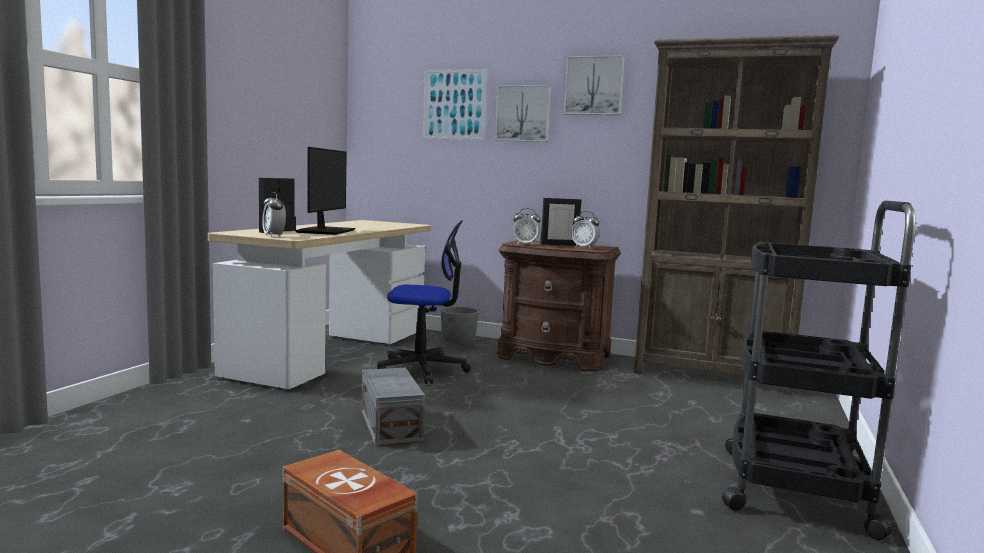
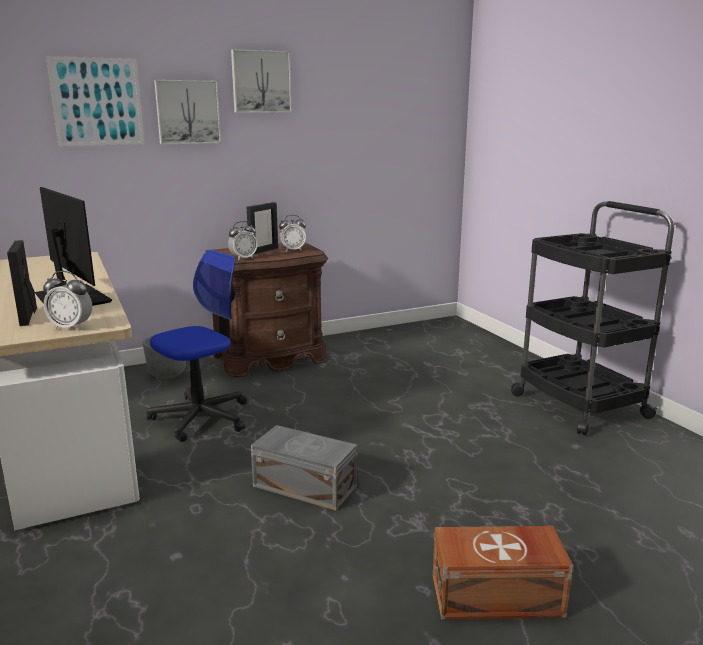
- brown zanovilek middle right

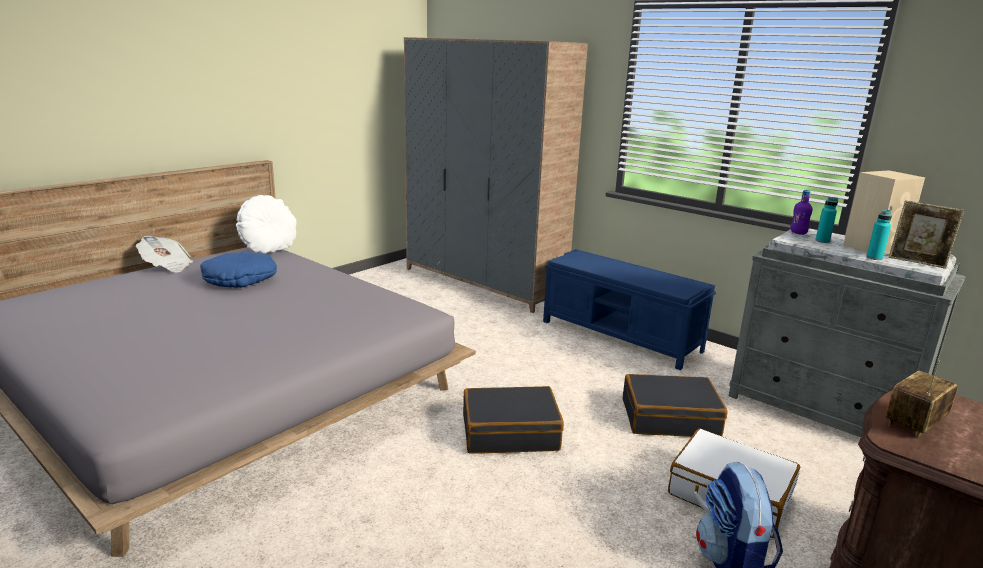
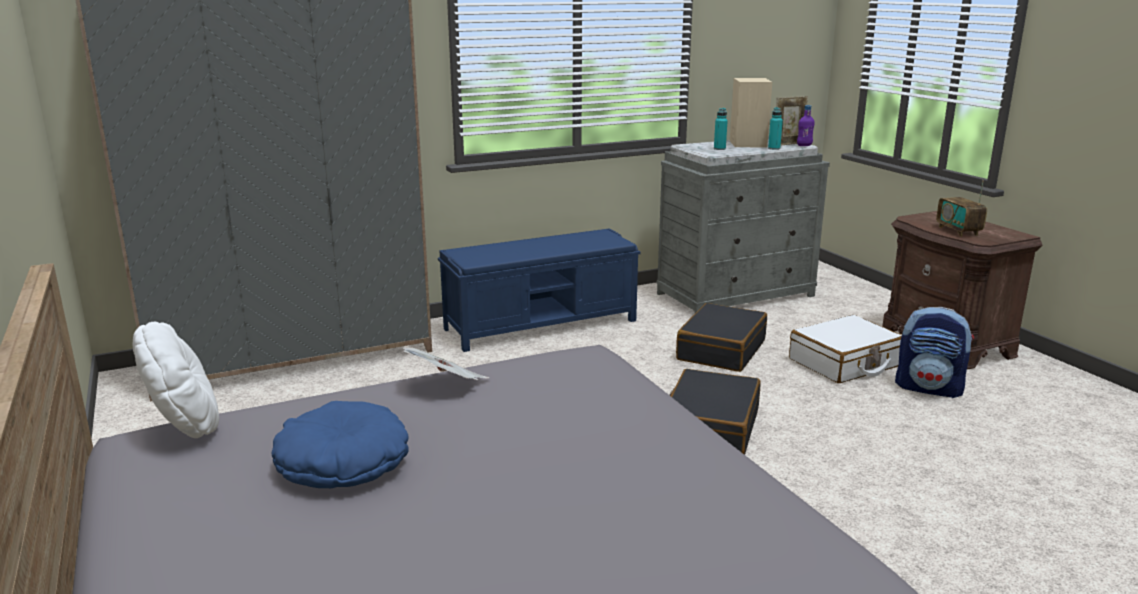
~ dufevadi middle left to centre
~ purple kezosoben middle right to top right

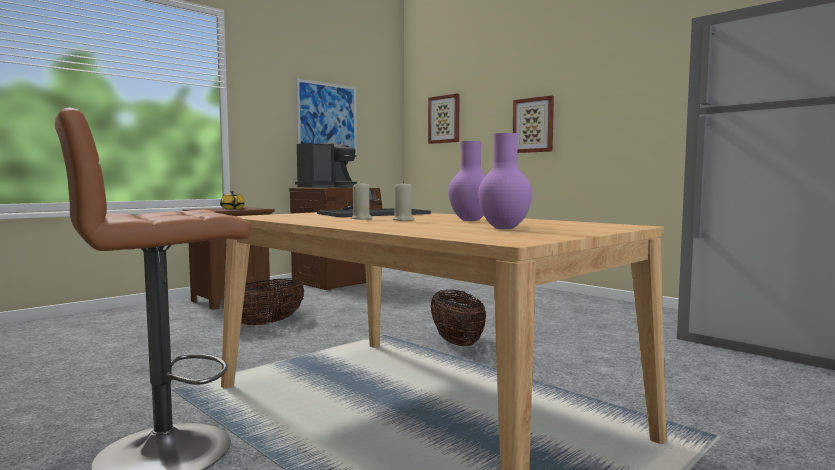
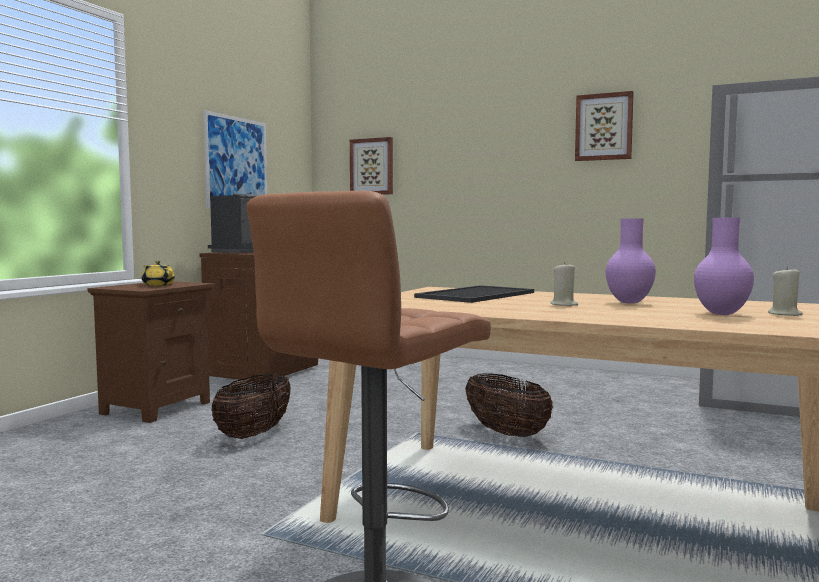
~ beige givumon (no. 1 from left in the first image) centre to beige givumon (no. 2 from left) middle right
~ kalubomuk (no. 3 from left) top centre to top right

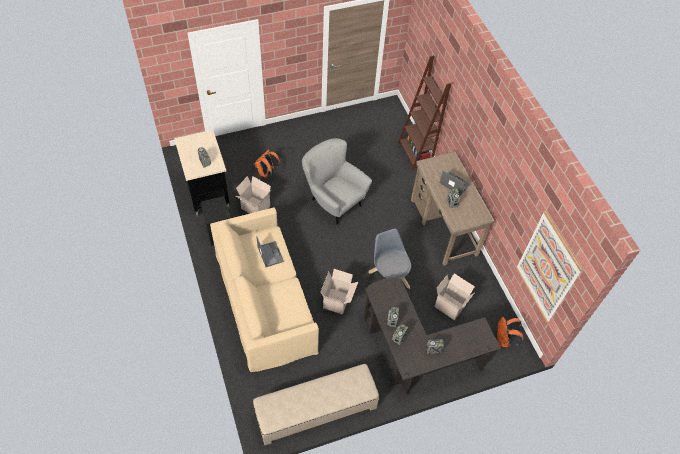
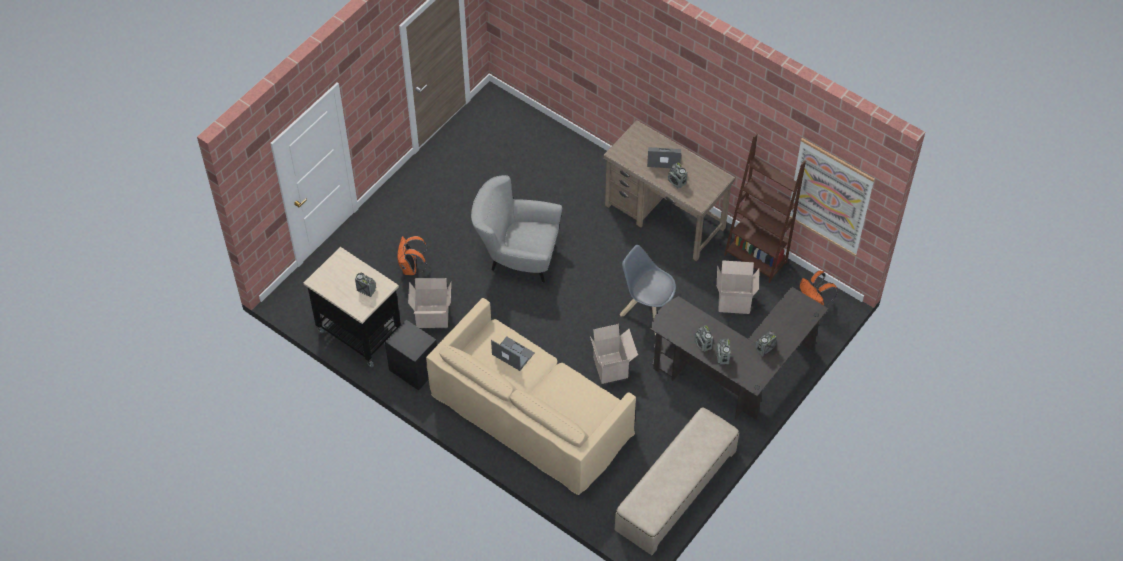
~ brown zanovilek top centre to middle right

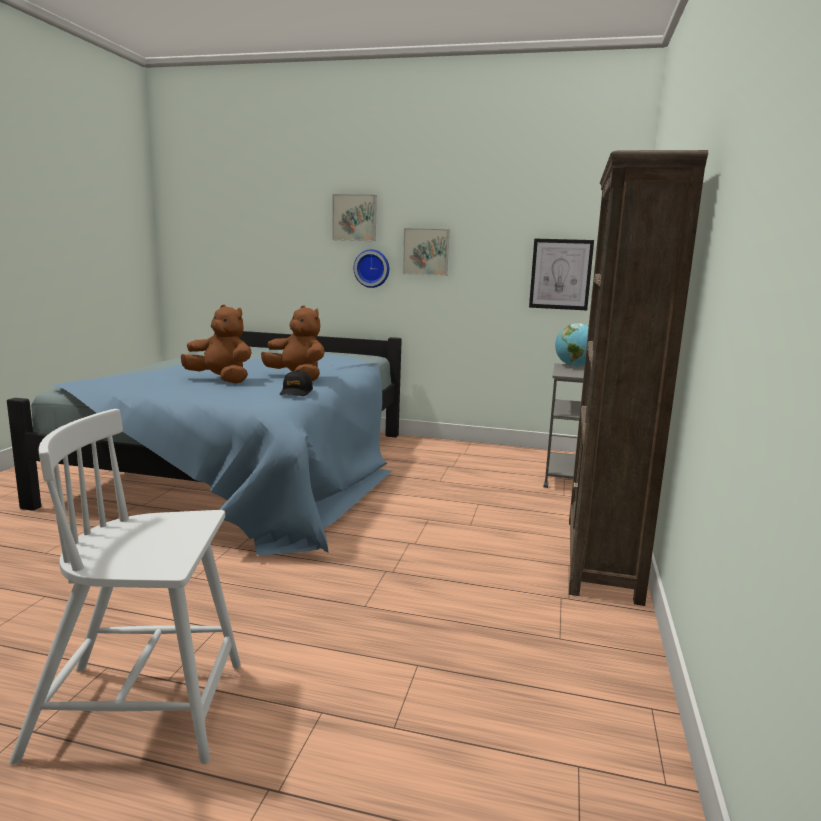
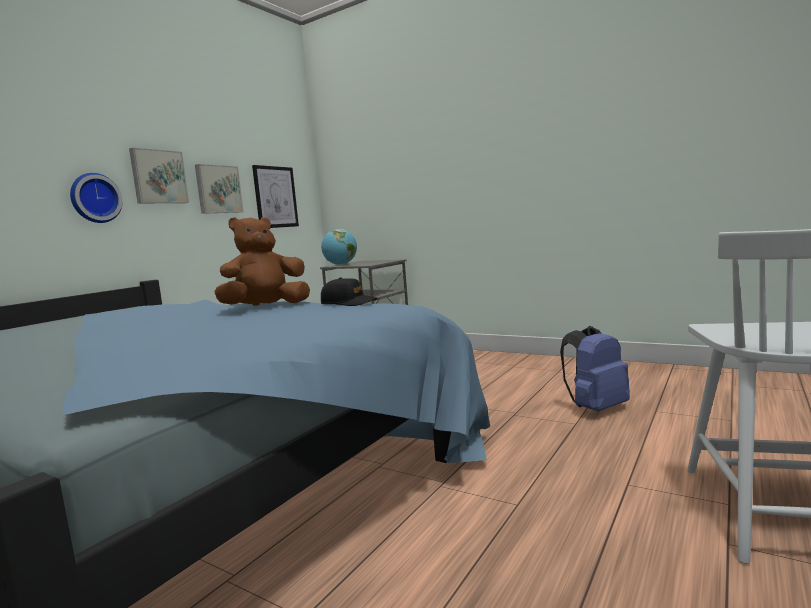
- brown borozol (no. 1 from left) middle left
~ kalubomuk (no. 1 from left in the first image) top centre to kalubomuk (no. 2 from left) top left
- brown zanovilek middle right
+ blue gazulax middle right

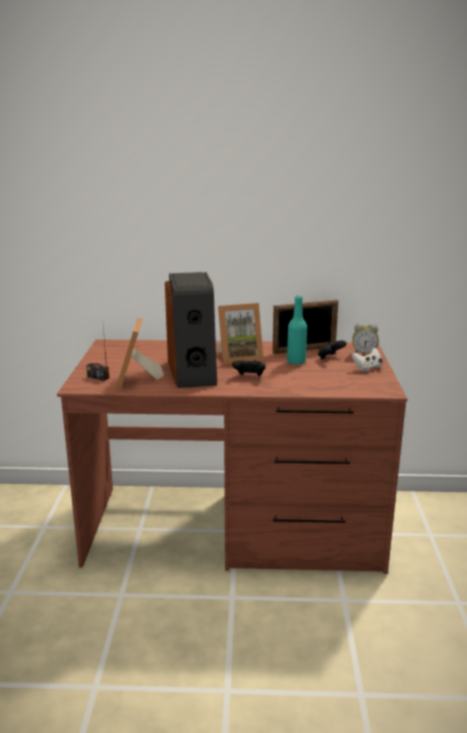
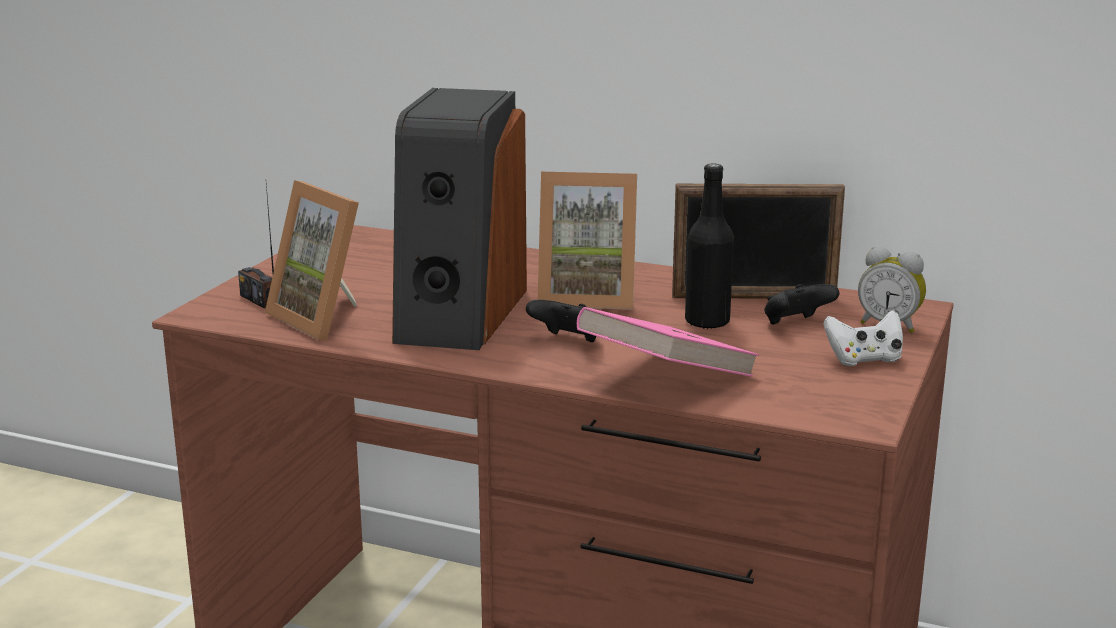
~ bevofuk (no. 1 from left) middle left = middle left 60 degrees counterclockwise
~ turquoise kezosoben centre to black kezosoben centre
+ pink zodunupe centre

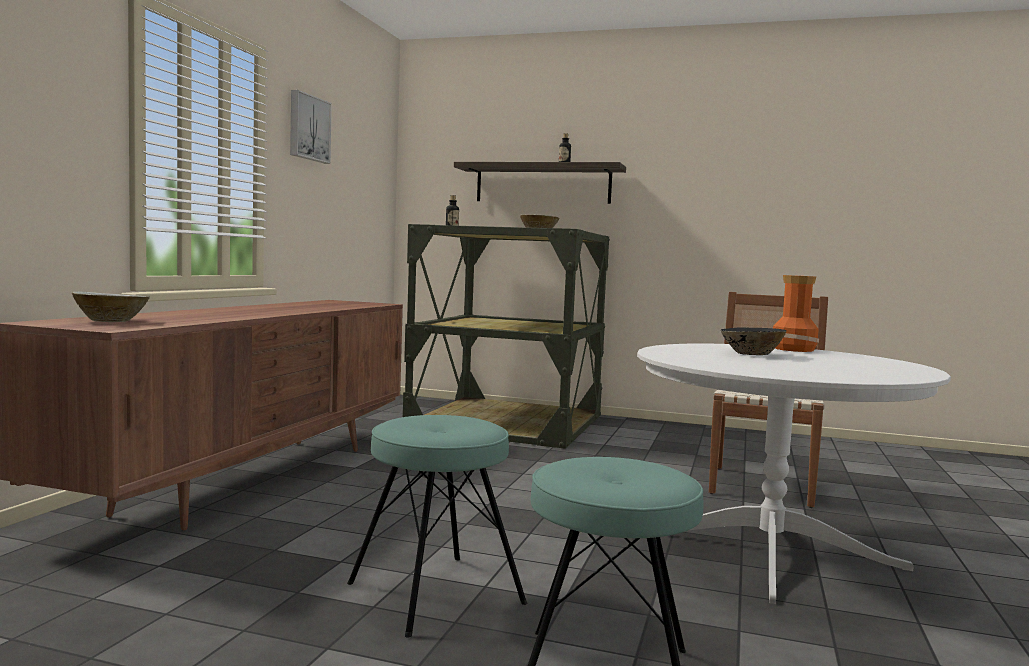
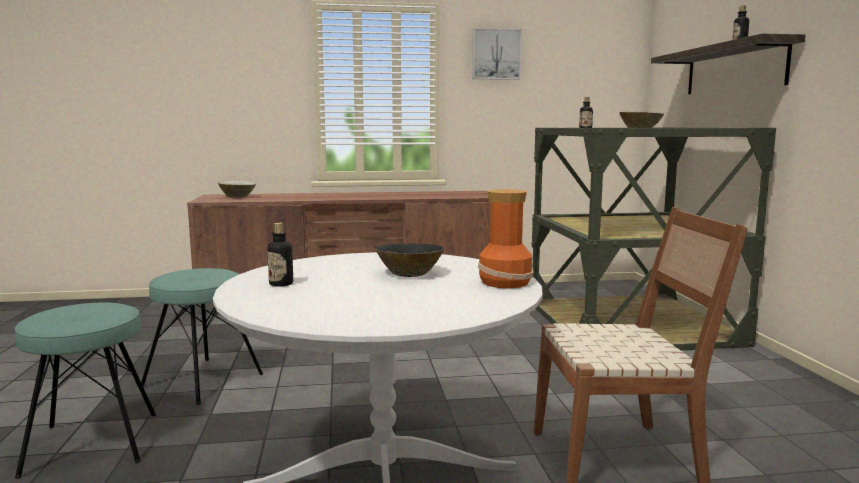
+ kezosoben (no. 1 from left) middle left

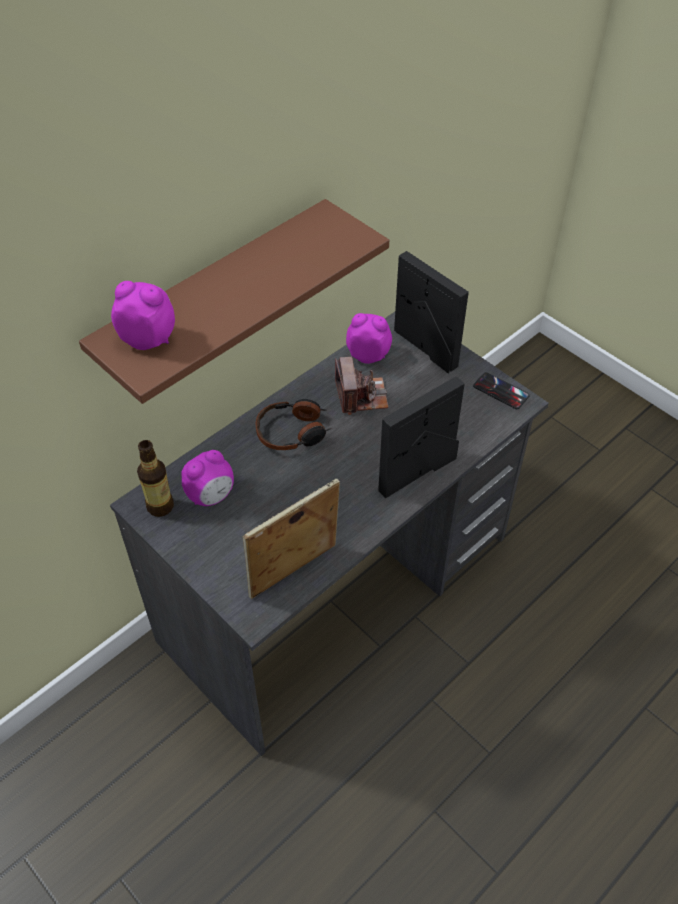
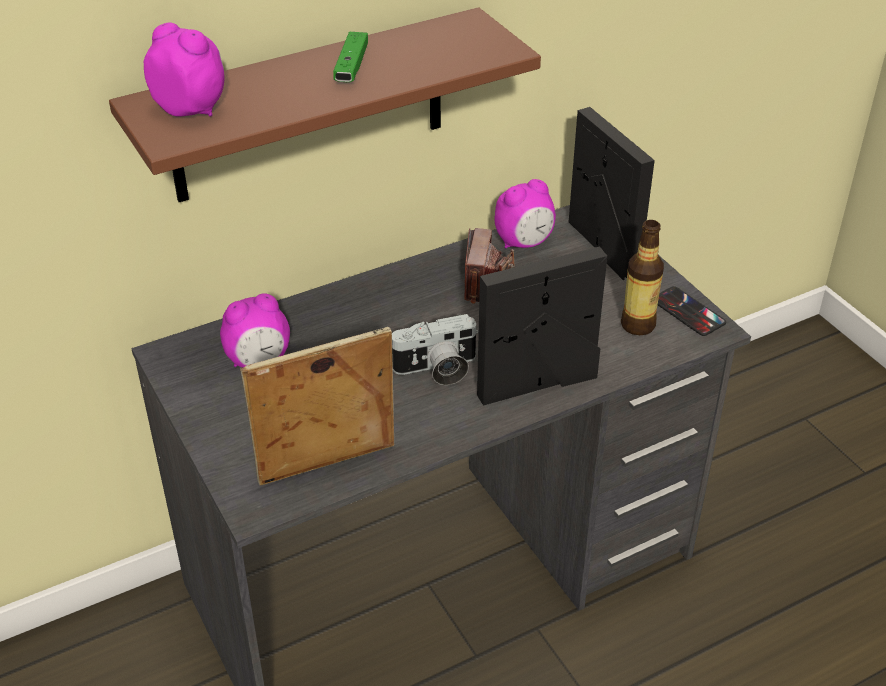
~ kezosoben middle left to middle right
- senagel centre
~ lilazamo (no. 3 from left) centre = top centre 120 degrees clockwise
+ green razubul top centre
+ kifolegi (no. 1 from left) centre

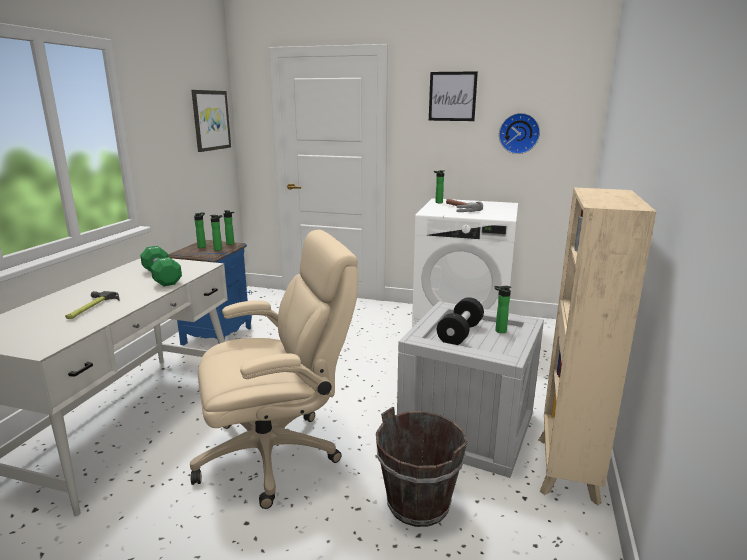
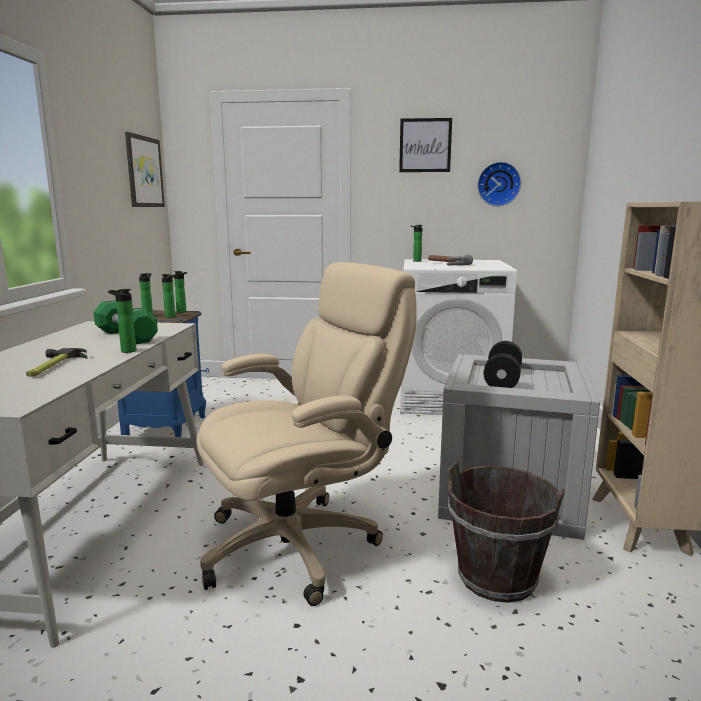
~ kezosoben (no. 5 from left in the first image) middle right to kezosoben (no. 1 from left) middle left

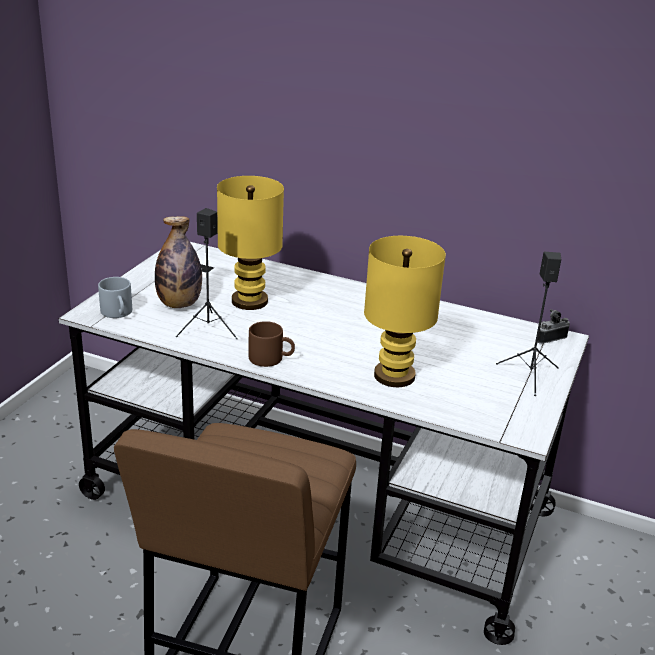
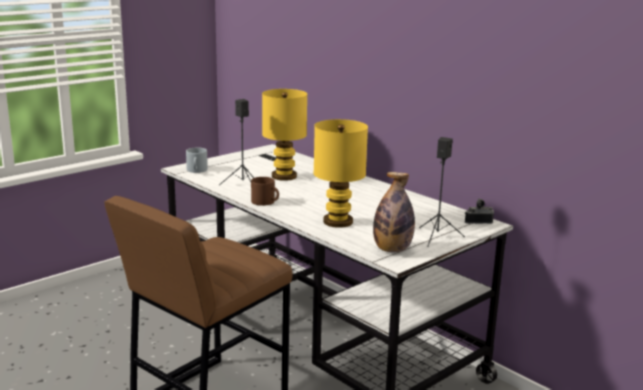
~ kezosoben middle left to centre

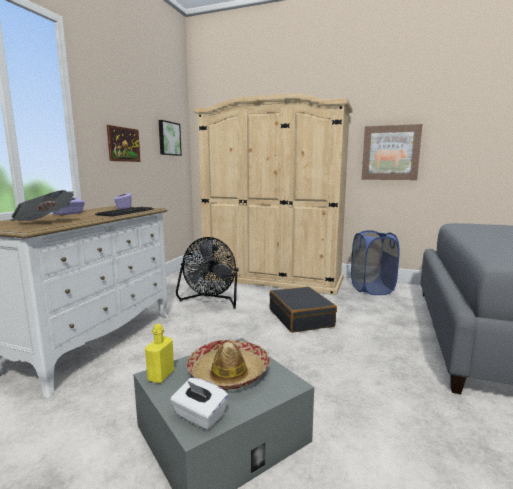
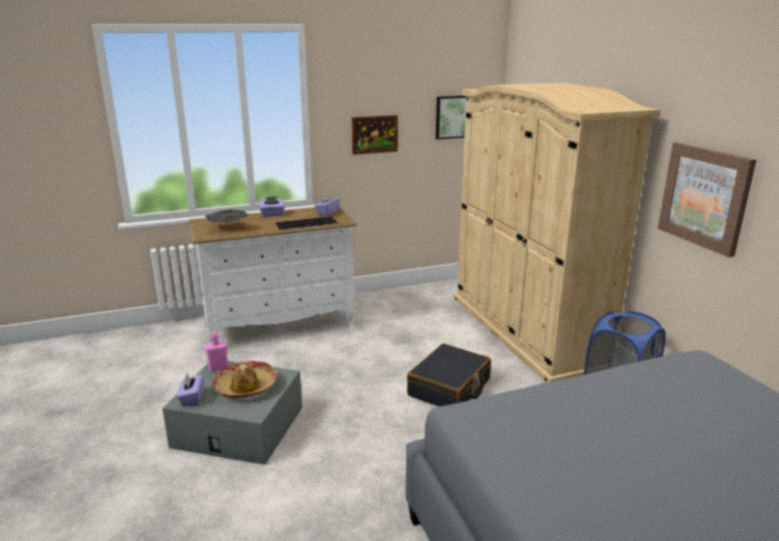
~ yellow kezosoben bottom left to pink kezosoben middle left
~ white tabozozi bottom centre to purple tabozozi (no. 1 from left) bottom left
- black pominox centre

